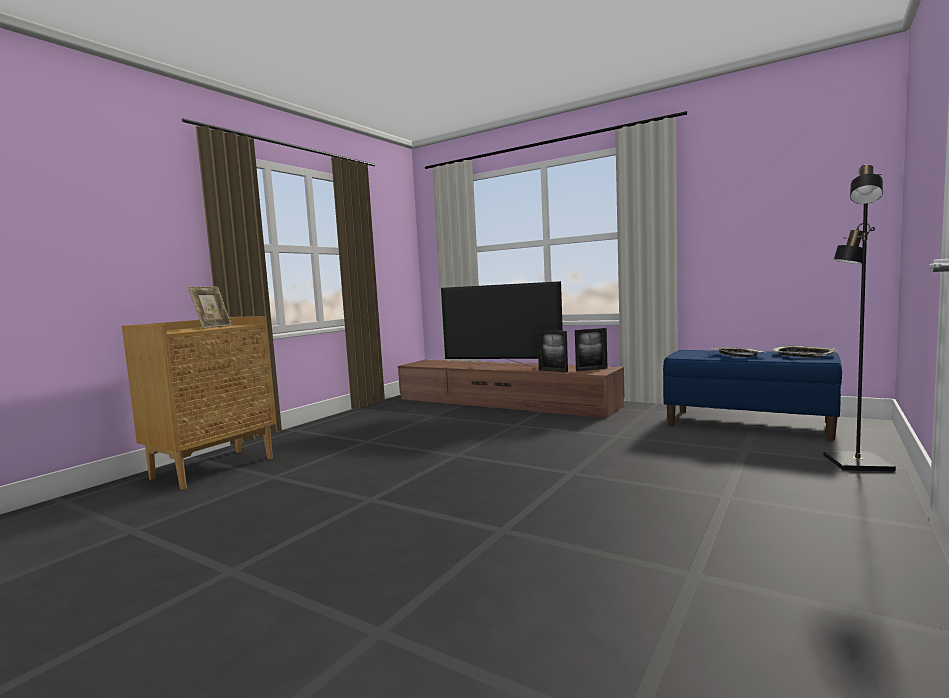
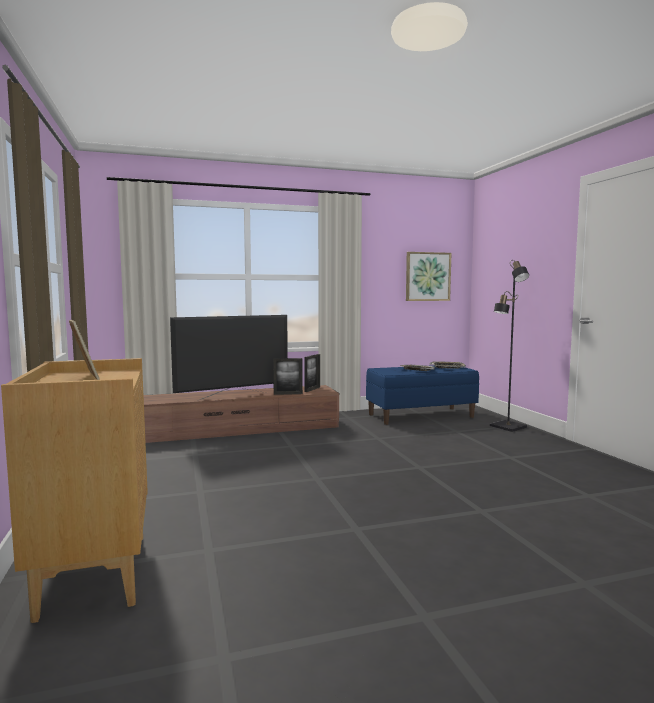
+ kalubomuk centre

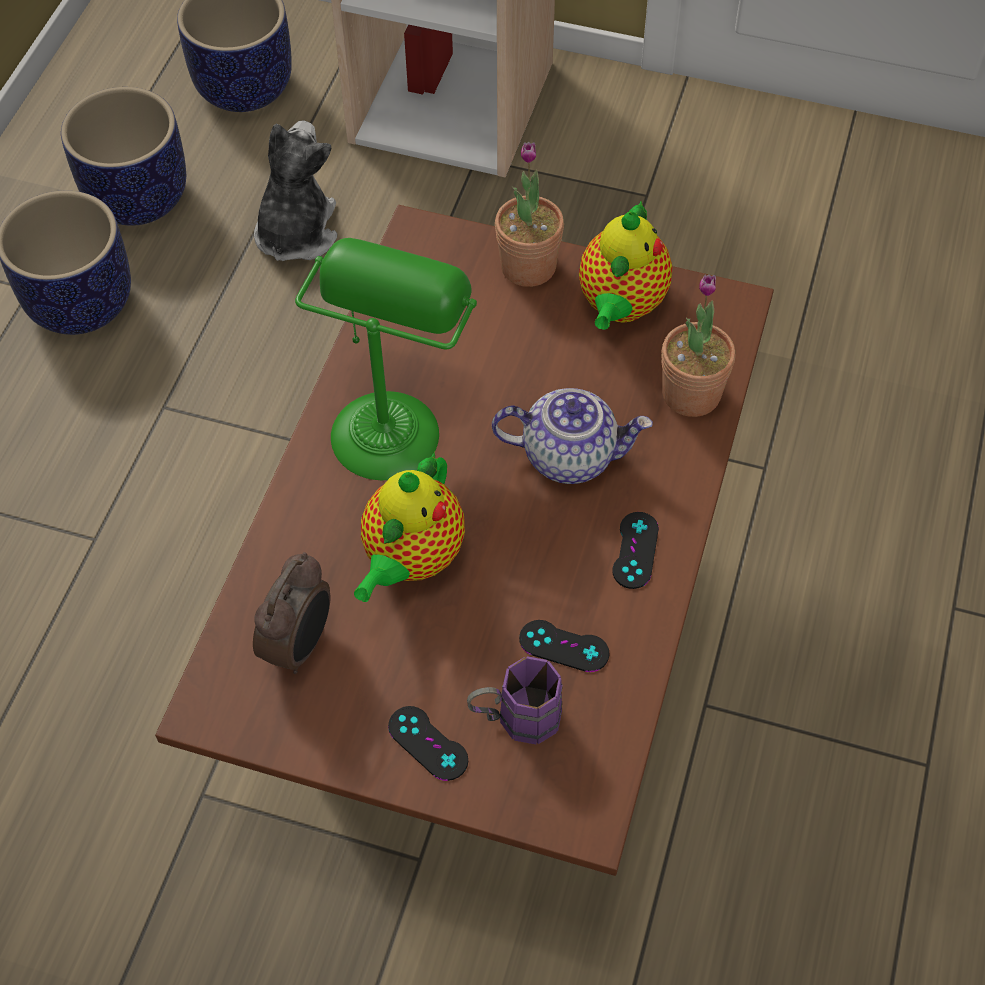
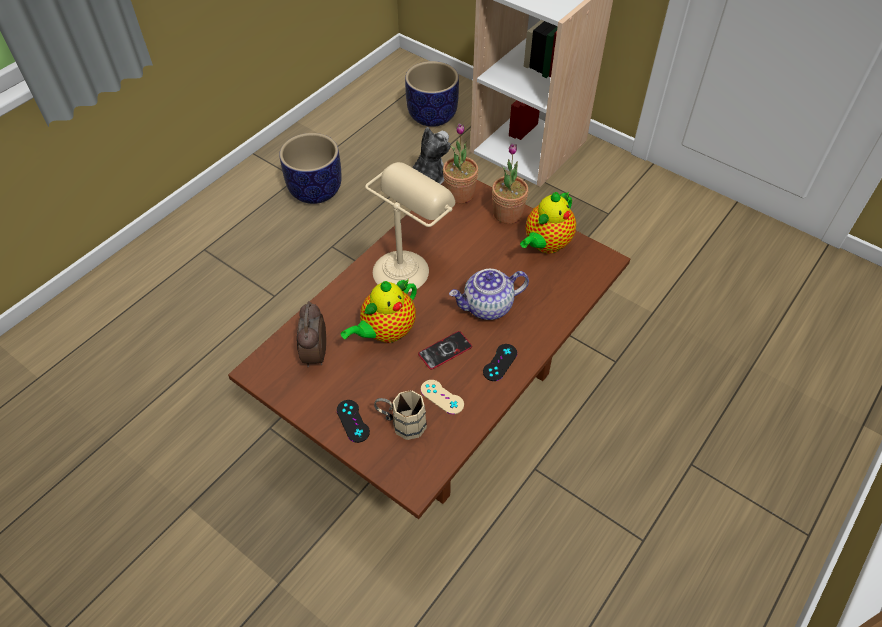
- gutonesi (no. 2 from left) top left
~ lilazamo middle left = centre 135 degrees clockwise
~ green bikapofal centre to beige bikapofal centre
~ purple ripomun bottom centre to beige ripomun centre
~ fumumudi (no. 2 from left) centre = centre 135 degrees clockwise
~ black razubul (no. 2 from left) centre to beige razubul centre
~ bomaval (no. 2 from left in the first image) middle right to bomaval (no. 1 from left) top centre
+ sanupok centre

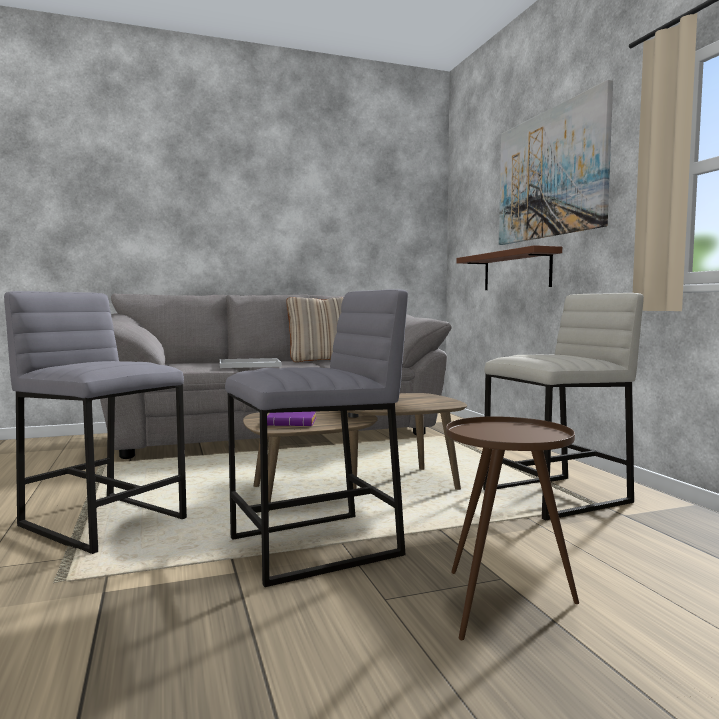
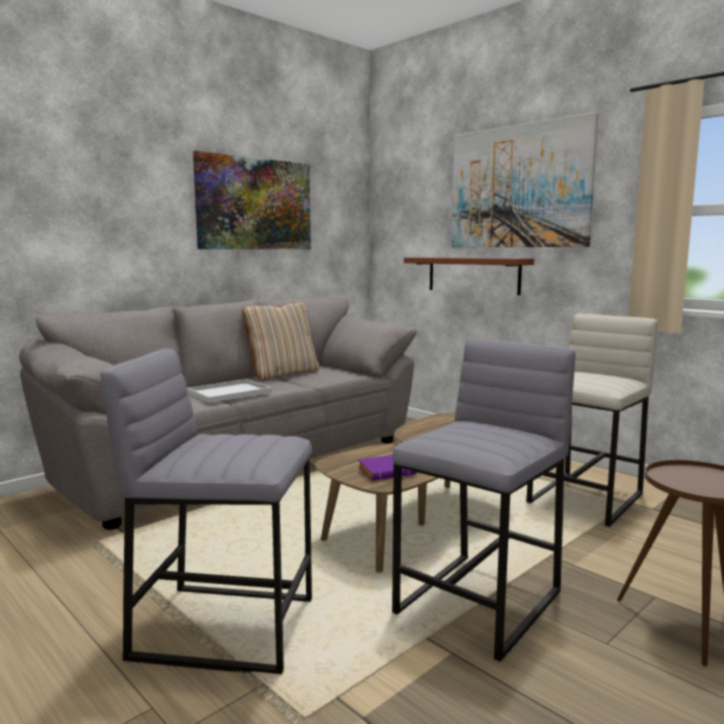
+ kalubomuk (no. 1 from left) top centre

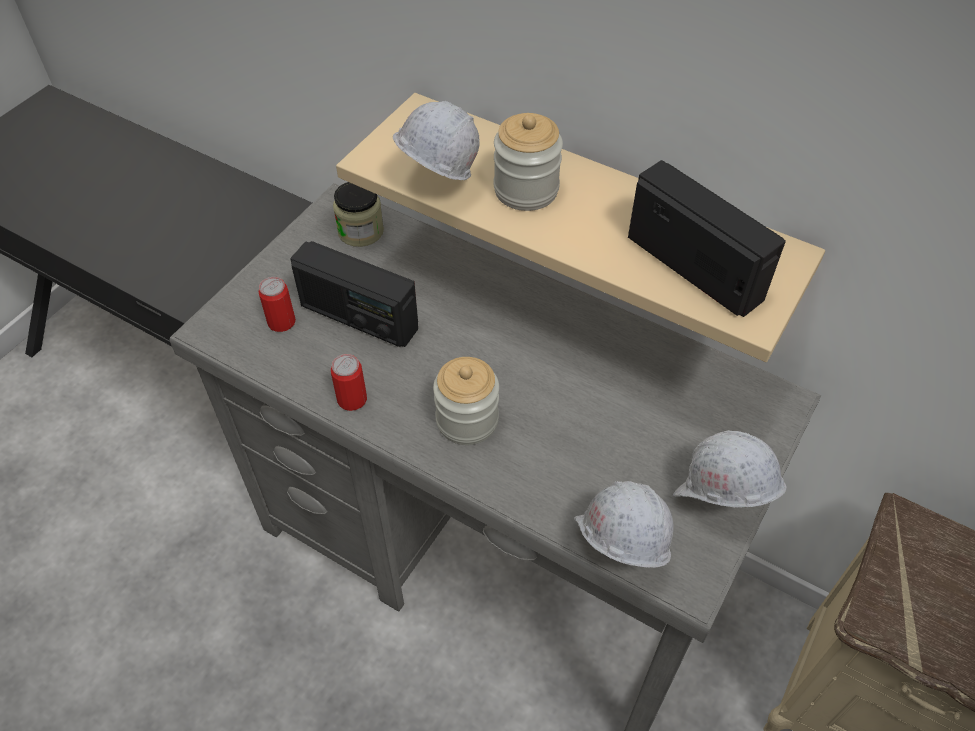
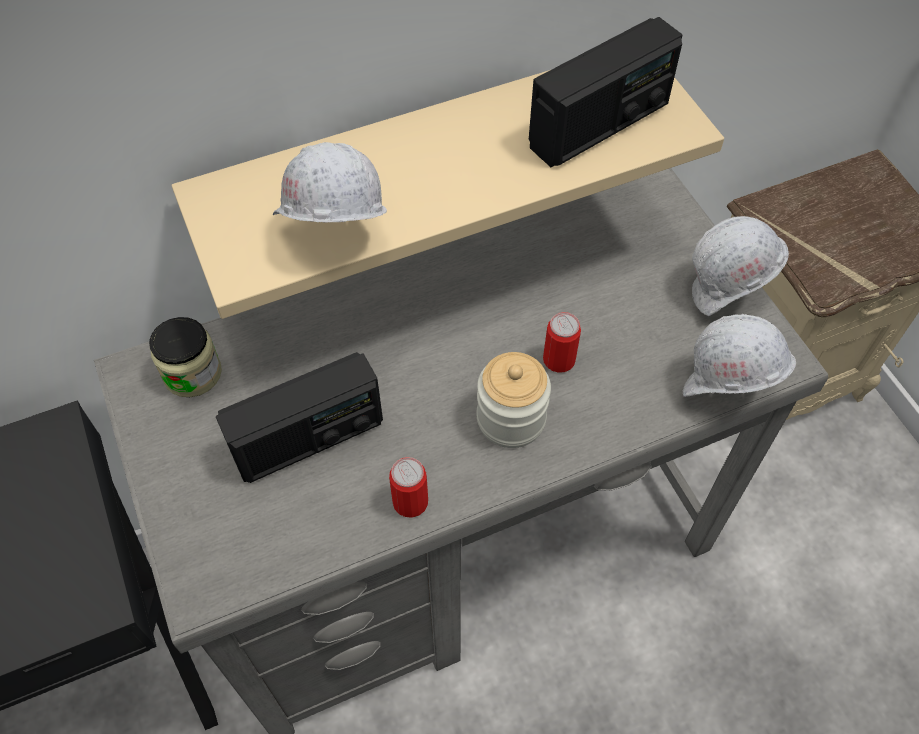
~ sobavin (no. 1 from left in the first image) middle left to sobavin (no. 2 from left) centre
- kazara (no. 3 from left) top centre
~ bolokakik (no. 2 from left) top right = top centre 150 degrees clockwise

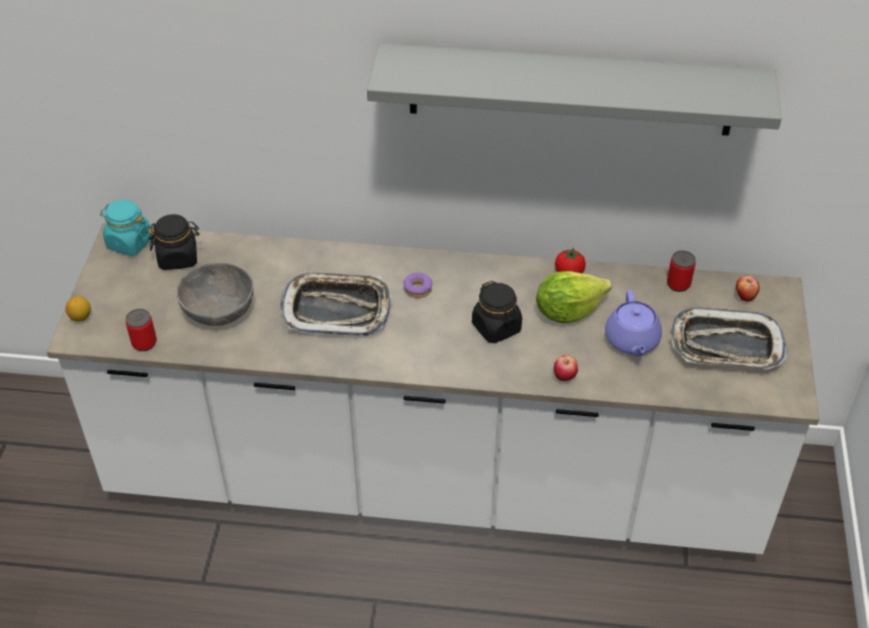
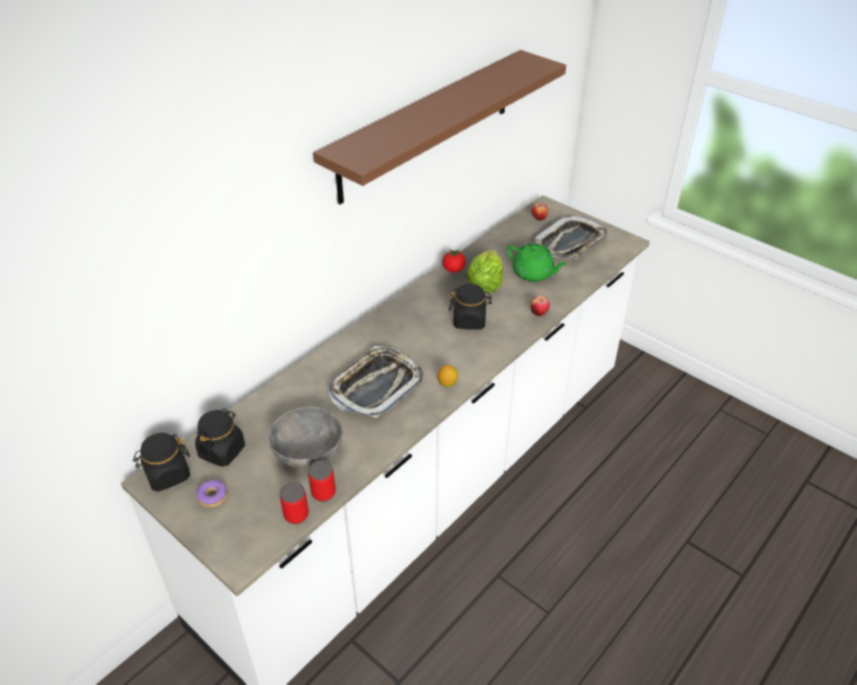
~ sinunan middle left to centre
~ turquoise kazara middle left to black kazara (no. 1 from left) bottom left
~ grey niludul top centre to brown niludul top centre
~ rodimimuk centre to bottom left
~ purple fumumudi middle right to green fumumudi centre
~ sobavin (no. 2 from left) middle right to bottom centre

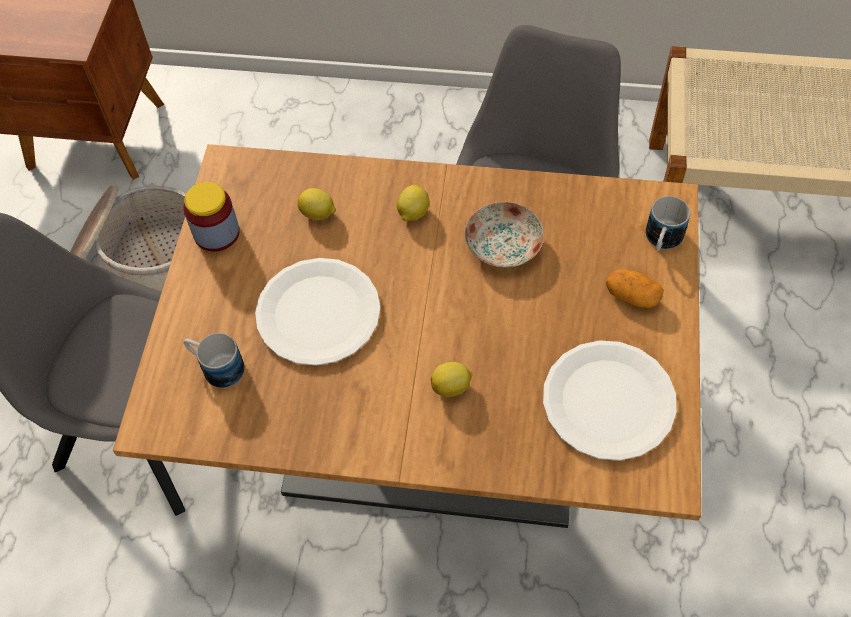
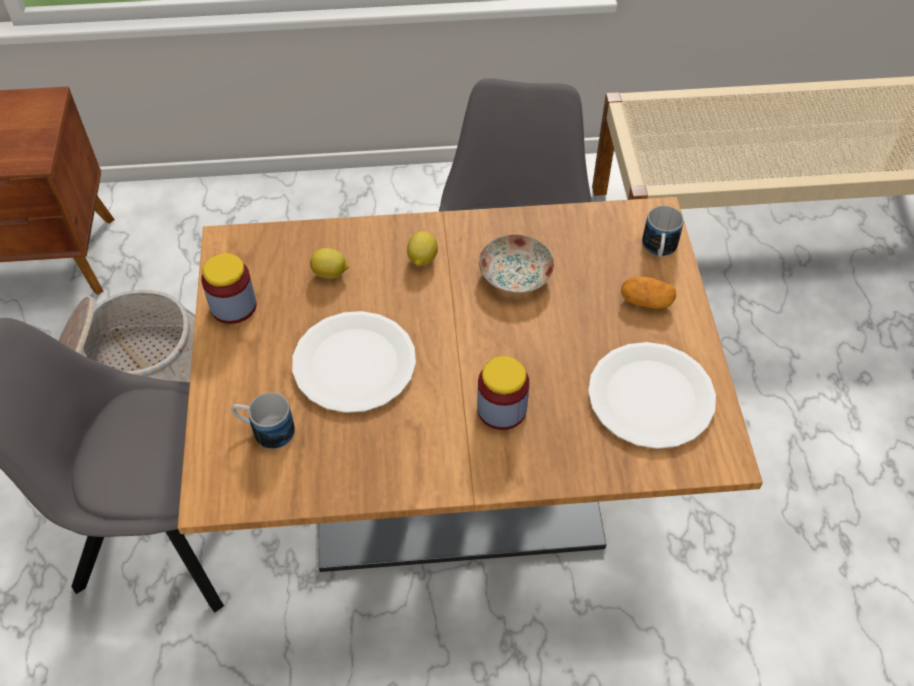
~ sinunan (no. 3 from left) centre to kazara (no. 2 from left) centre

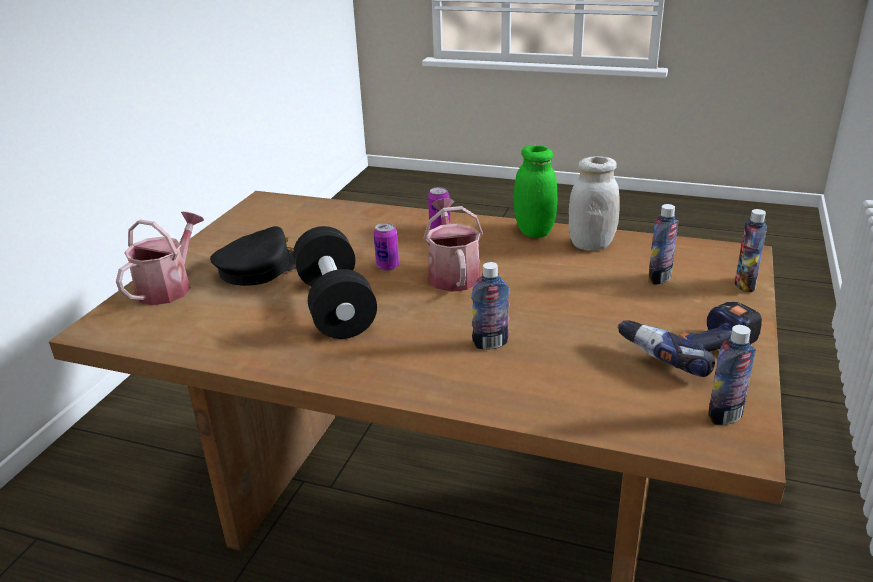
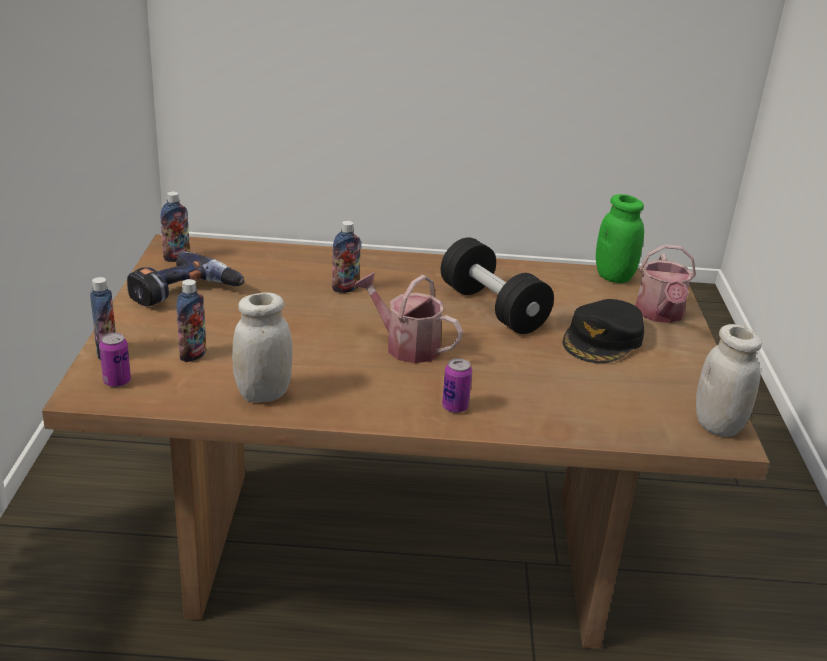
~ sobavin (no. 1 from left) centre to middle left
~ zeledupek (no. 2 from left in the first image) centre = centre 150 degrees clockwise
~ green kazara top centre to middle right
+ white kazara (no. 2 from left) middle right

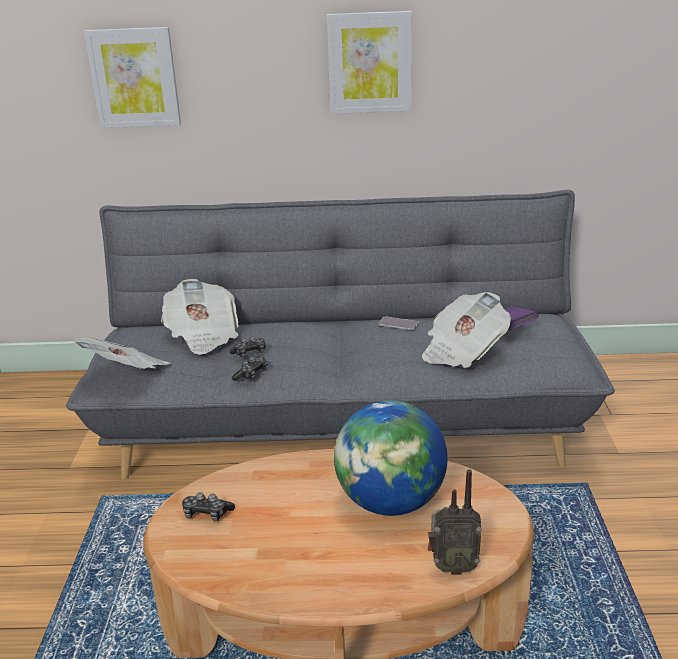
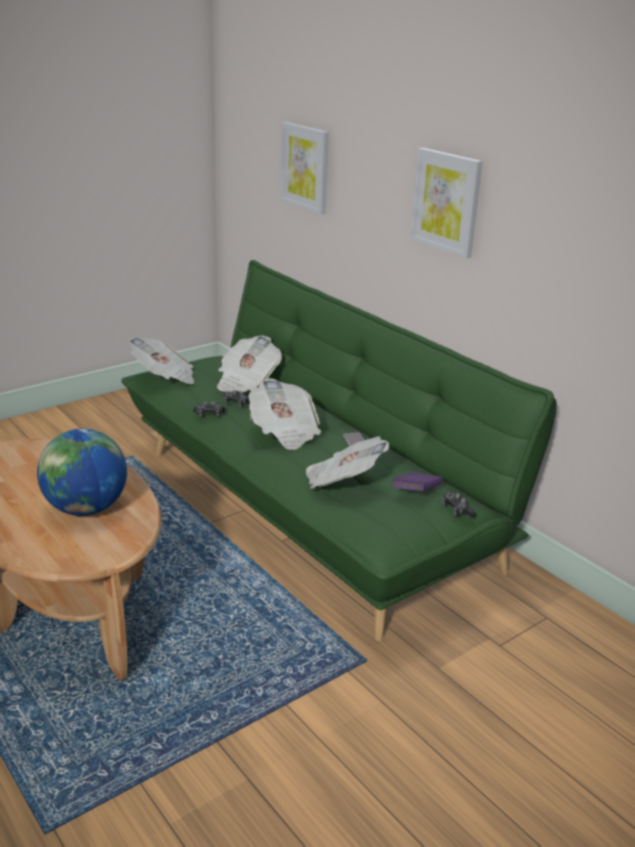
~ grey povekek centre to green povekek centre
~ razubul (no. 1 from left in the first image) bottom left to razubul (no. 3 from left) middle right
- bolokakik bottom right
+ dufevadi (no. 3 from left) centre

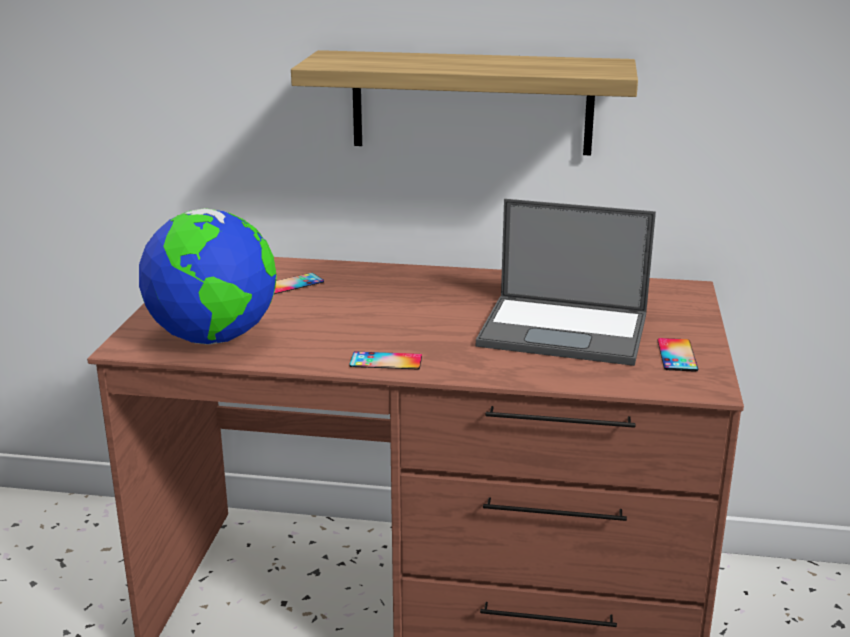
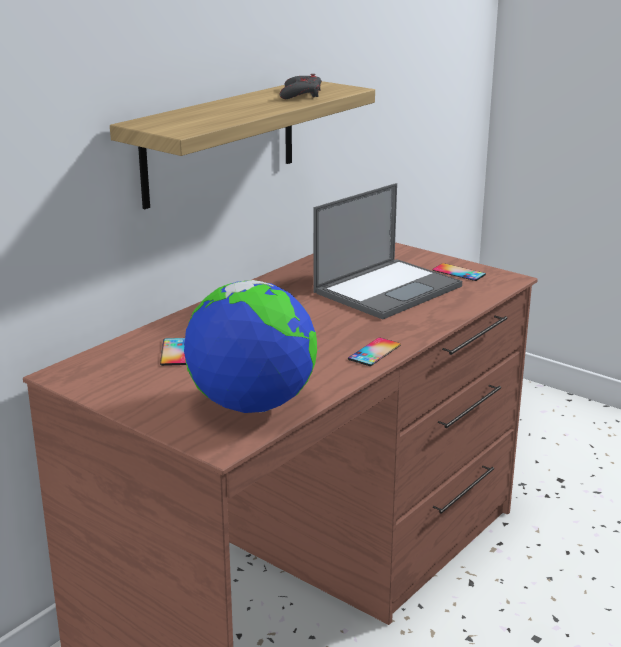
+ grey razubul top centre

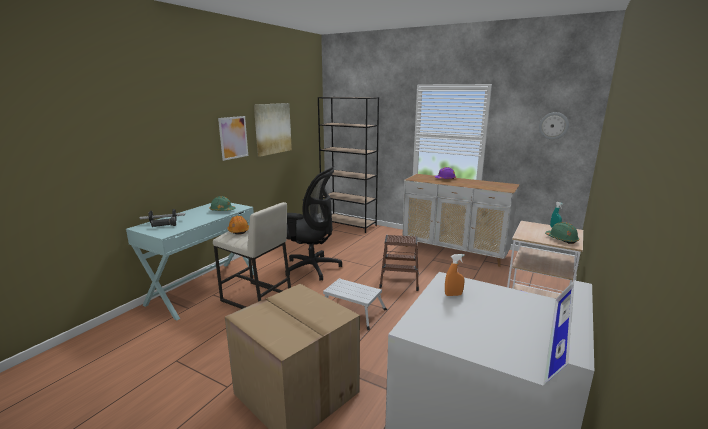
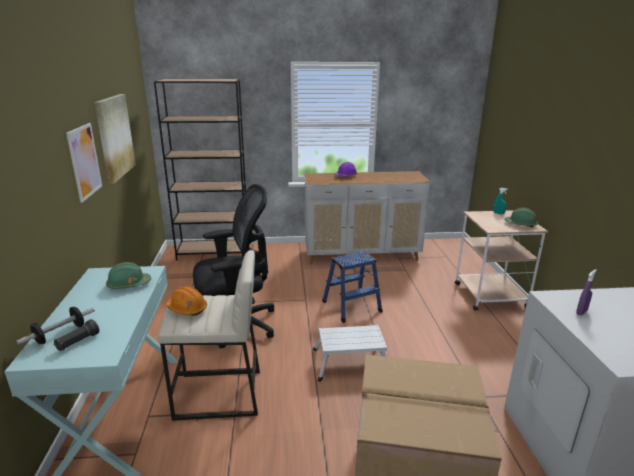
~ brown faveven centre to blue faveven centre
~ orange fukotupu centre to purple fukotupu middle right
- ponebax top right

